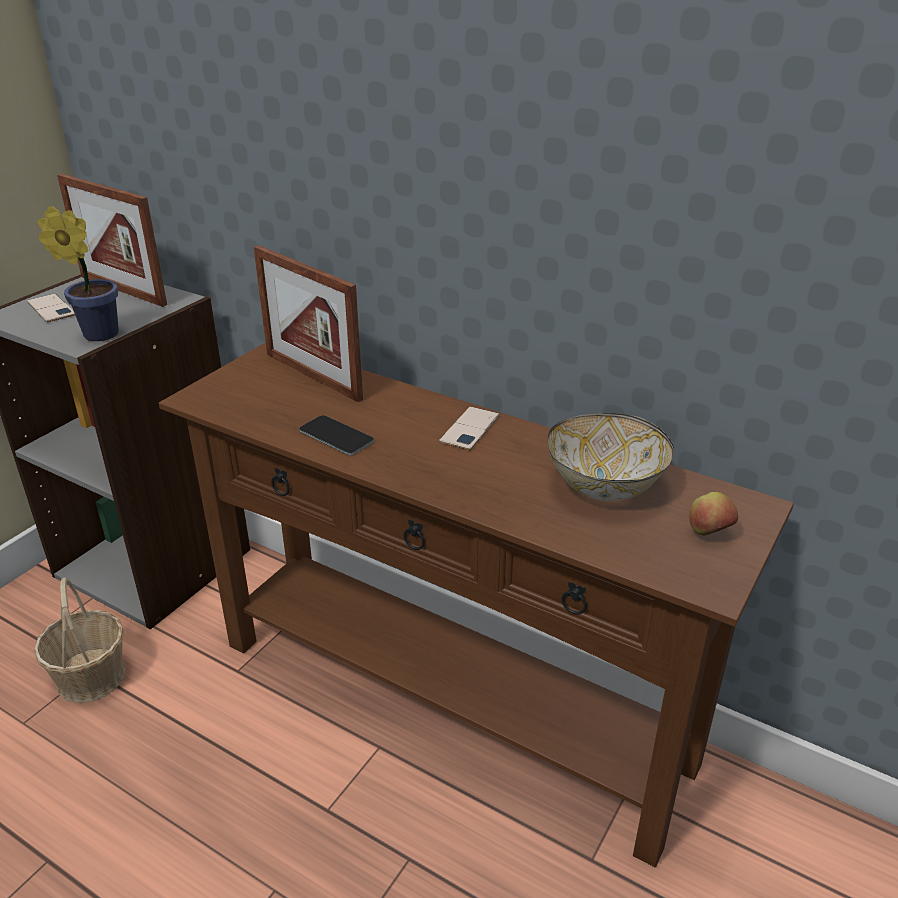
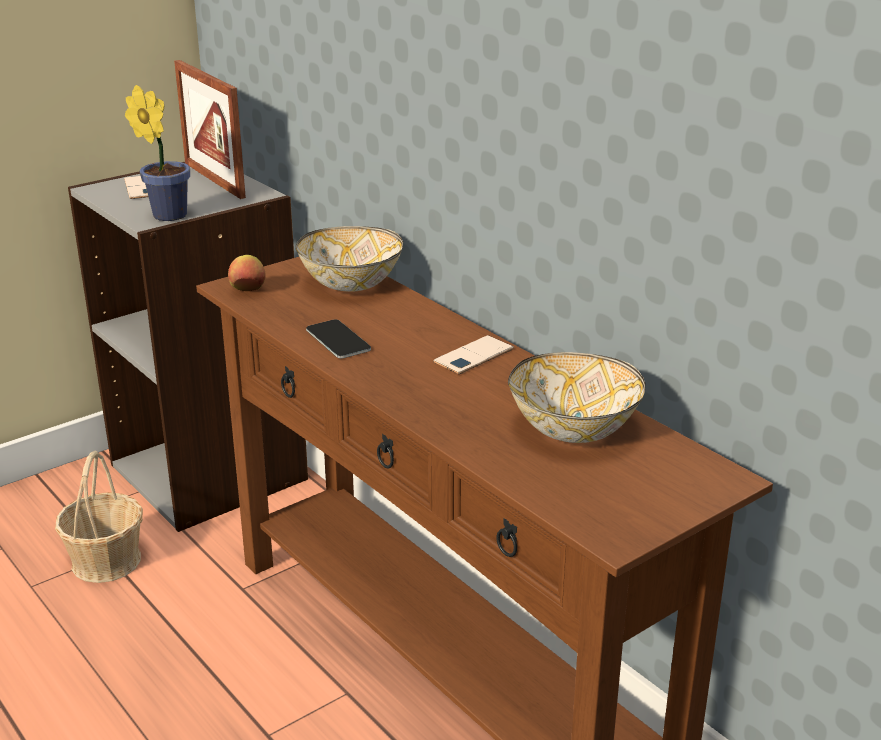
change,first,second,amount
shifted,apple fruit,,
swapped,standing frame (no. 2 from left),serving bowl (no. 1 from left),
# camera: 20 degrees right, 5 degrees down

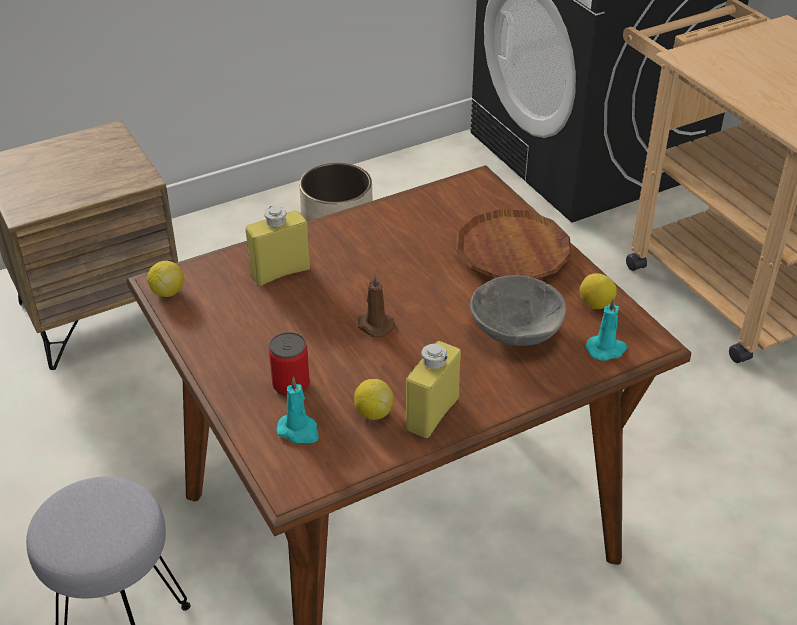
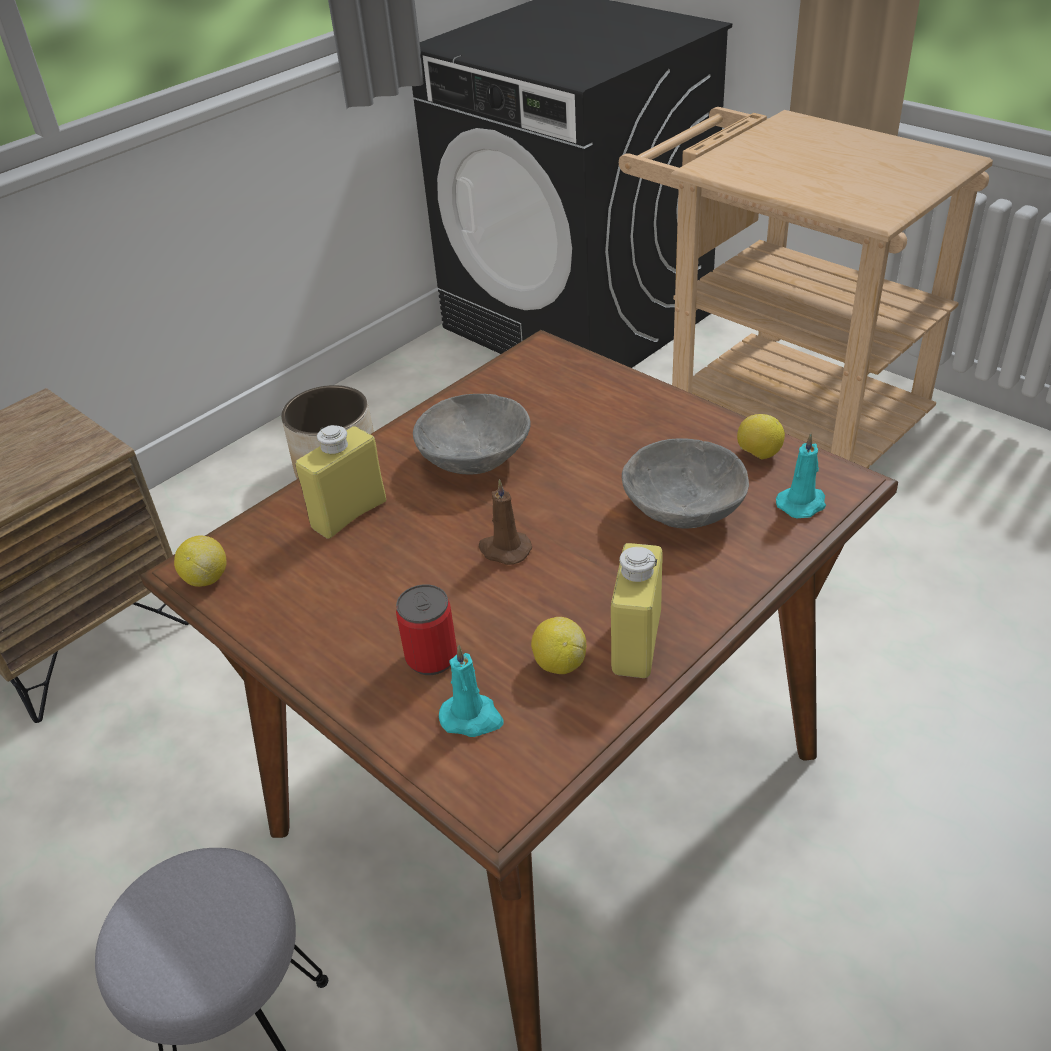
change,first,second,amount
gone,dinner plate (brown-coloured),,
new,,serving bowl (grey) (no. 1 from left),
# camera: 15 degrees left, 0 degrees up

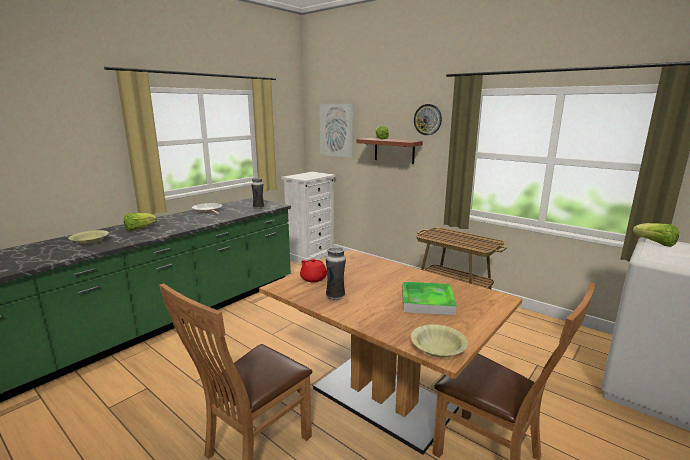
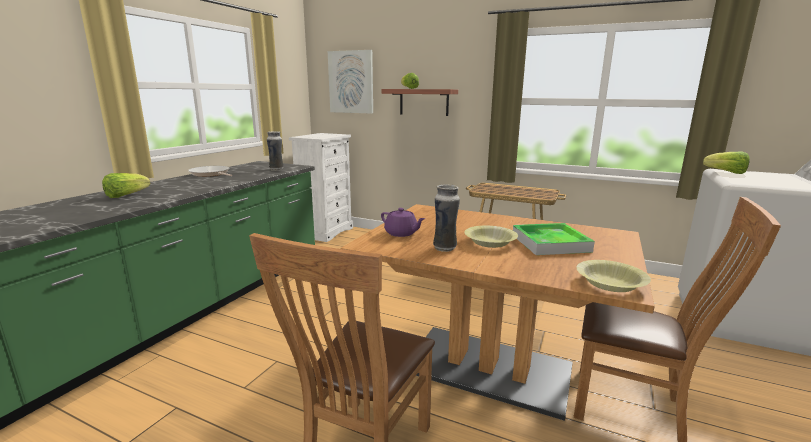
change,first,second,amount
gone,wall clock,,
shifted,serving bowl (yellow-coloured) (no. 1 from left),,
repainted,pot for tea (red-coloured),pot for tea (purplish),
# camera: 15 degrees left, 0 degrees up

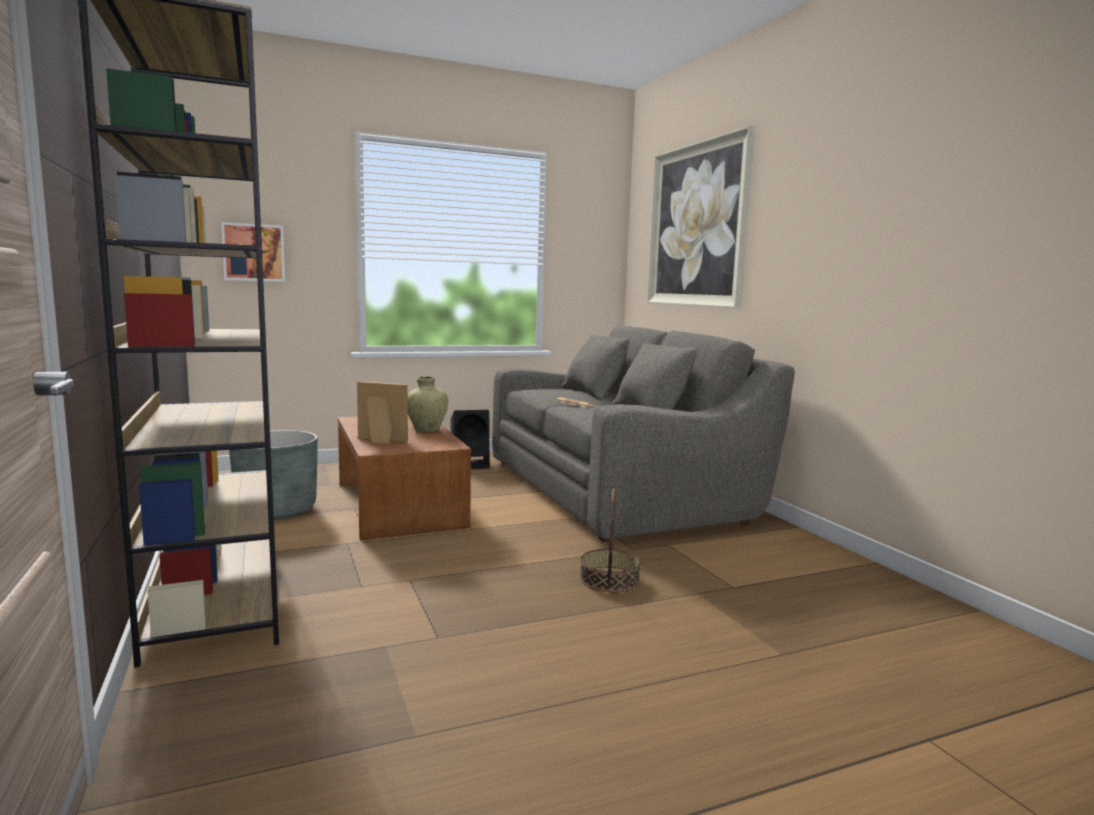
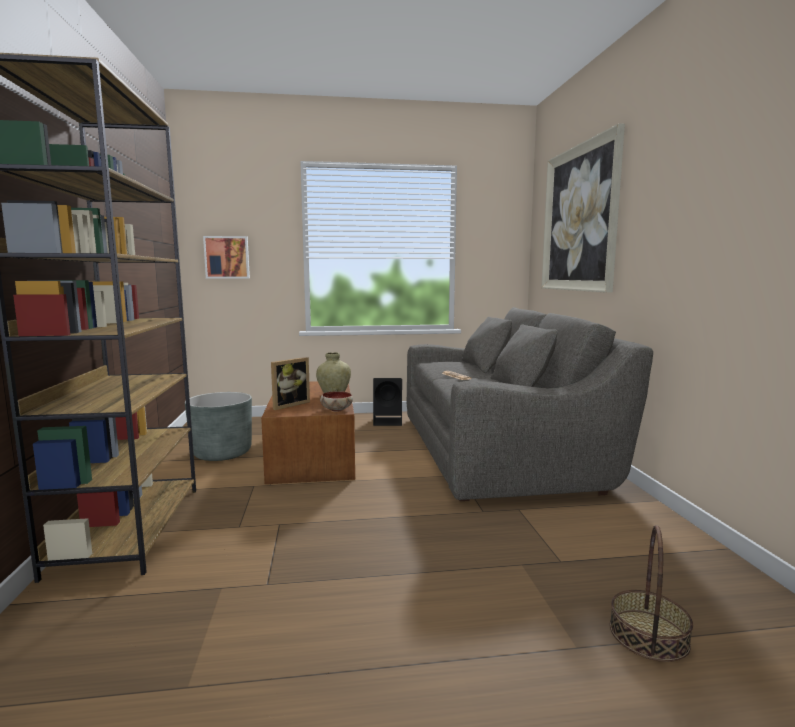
change,first,second,amount
new,,serving bowl,
shifted,storage basket,,
rotated,standing frame,,105 degrees clockwise
# camera: 15 degrees right, 0 degrees up

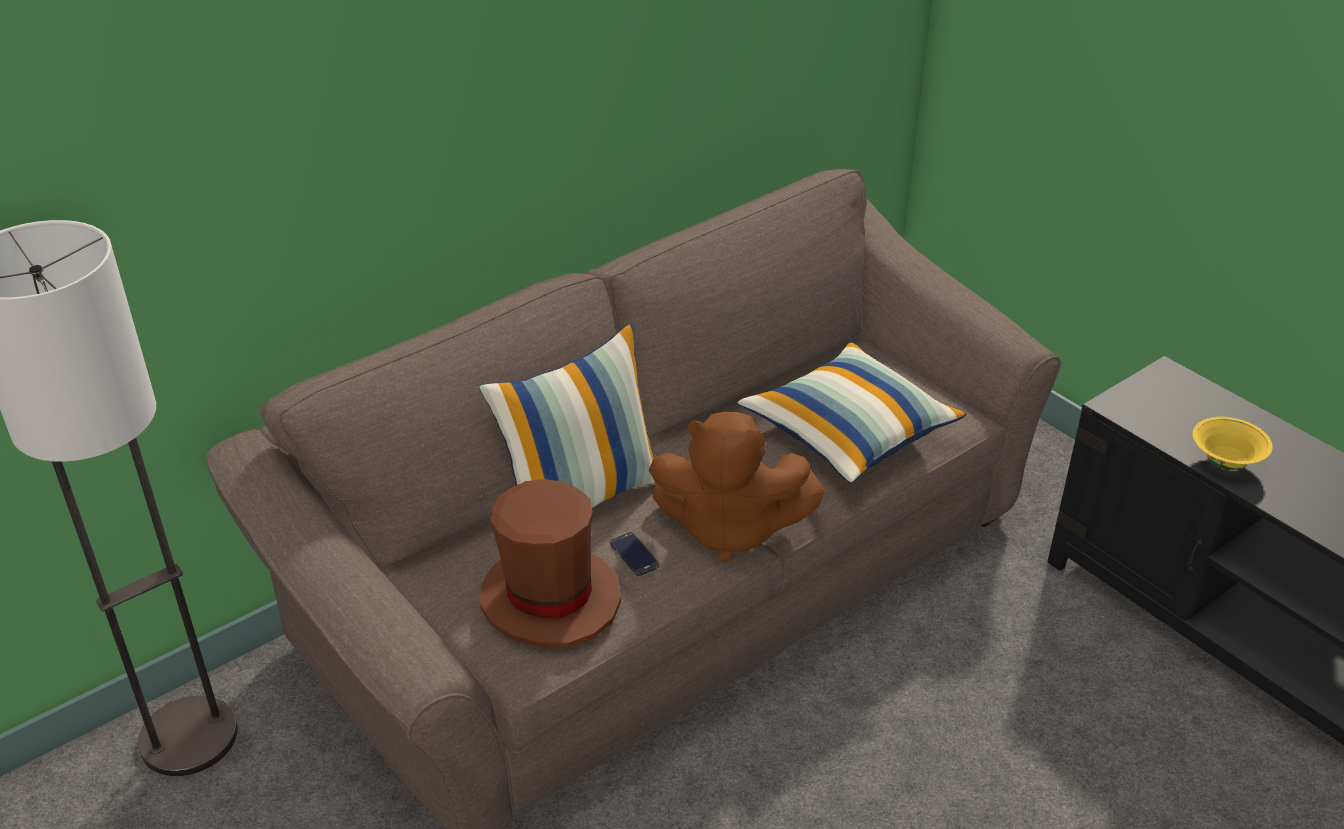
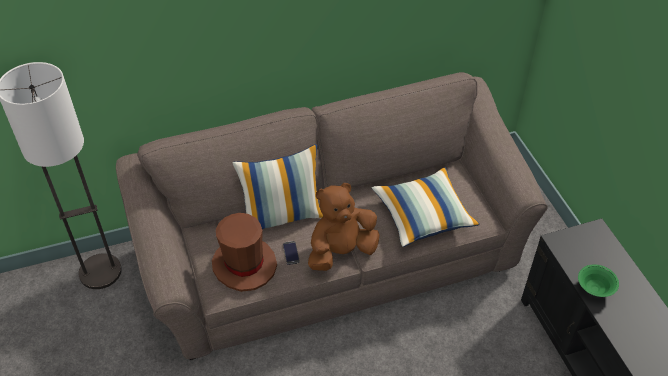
change,first,second,amount
repainted,serving bowl (yellow-coloured),serving bowl (greenish),
rotated,cuddly toy (brown-coloured),,120 degrees clockwise
# camera: 20 degrees right, 10 degrees up

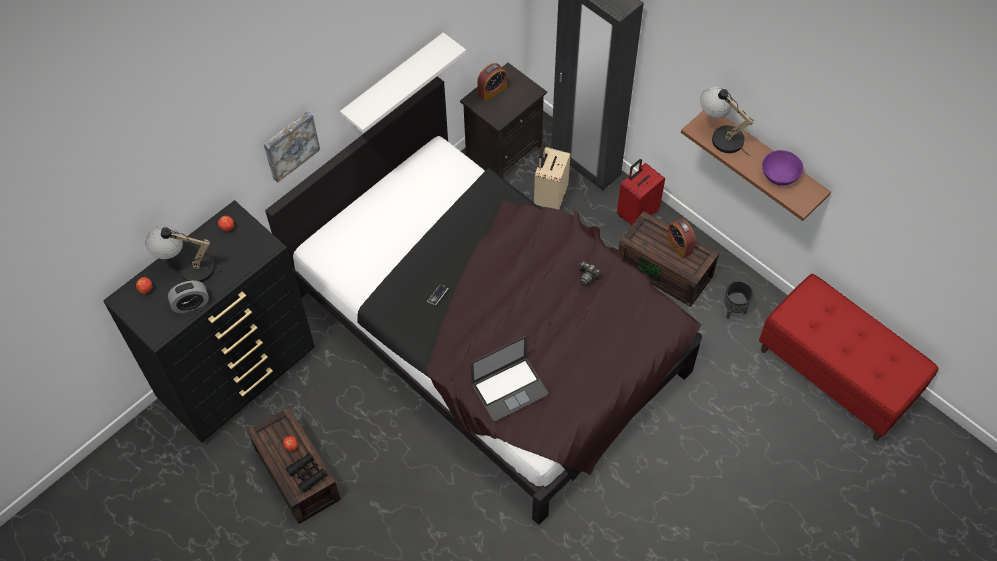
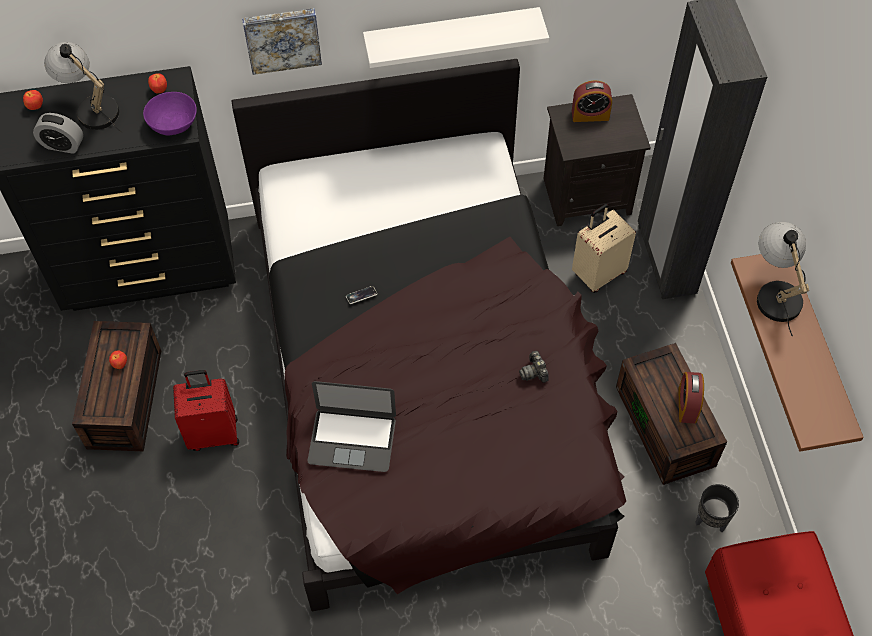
change,first,second,amount
gone,pair of binoculars (black-coloured),,
shifted,piece of luggage (red-coloured),,
shifted,serving bowl (purplish),,
# camera: 35 degrees right, 0 degrees up

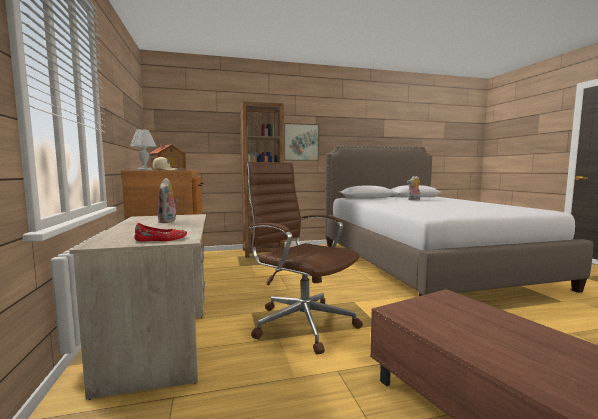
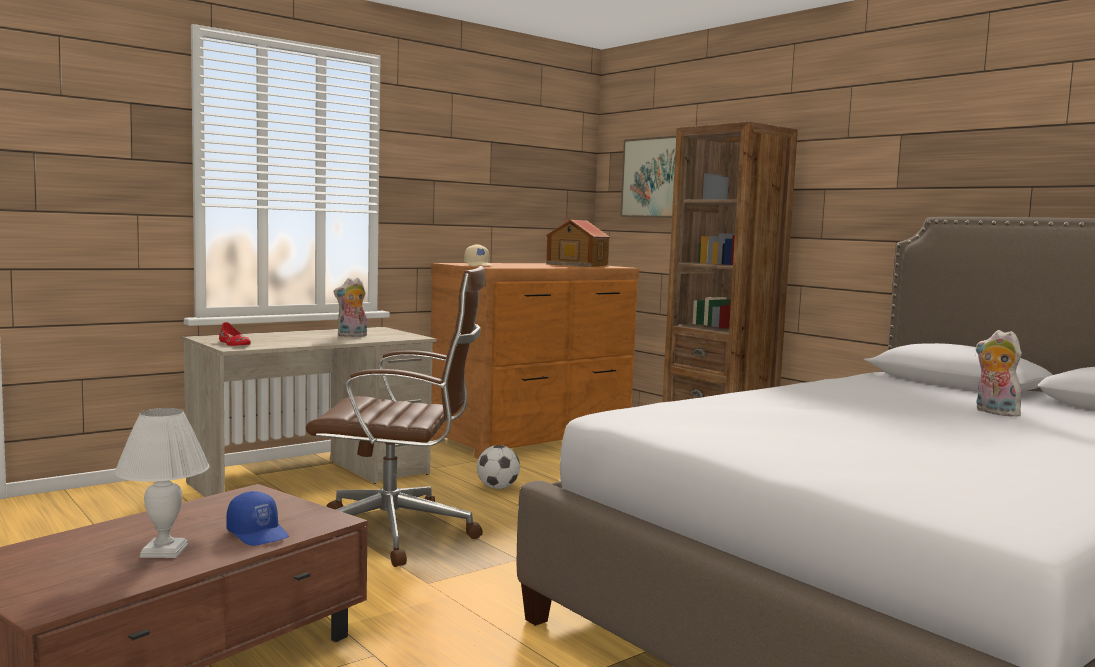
change,first,second,amount
new,,baseball cap (bluish),
new,,ball for football,
shifted,lamp for a table (white-coloured),,
shifted,picture,,
rotated,desk chair (brown-coloured),,75 degrees clockwise
# camera: 65 degrees right, 0 degrees up

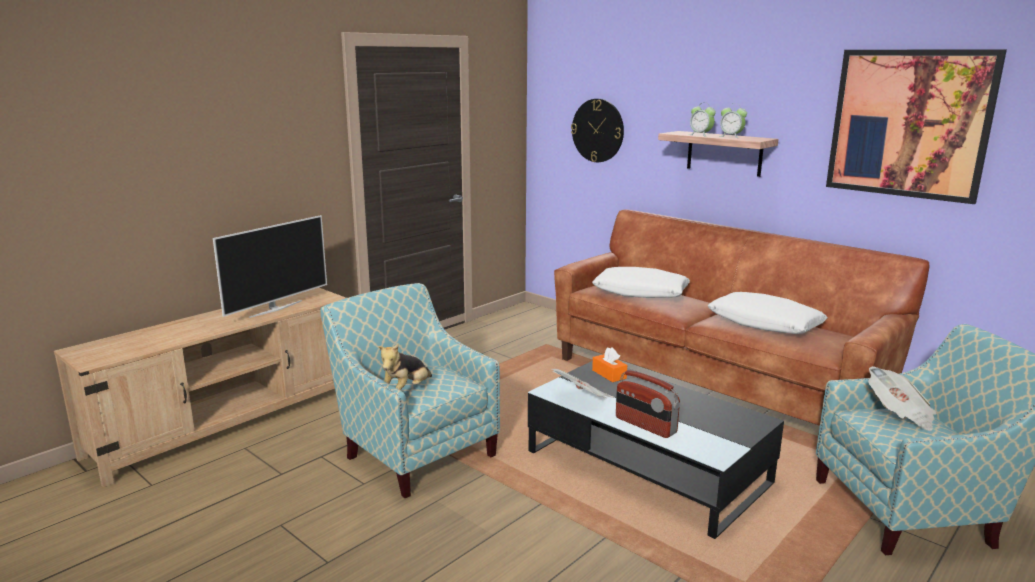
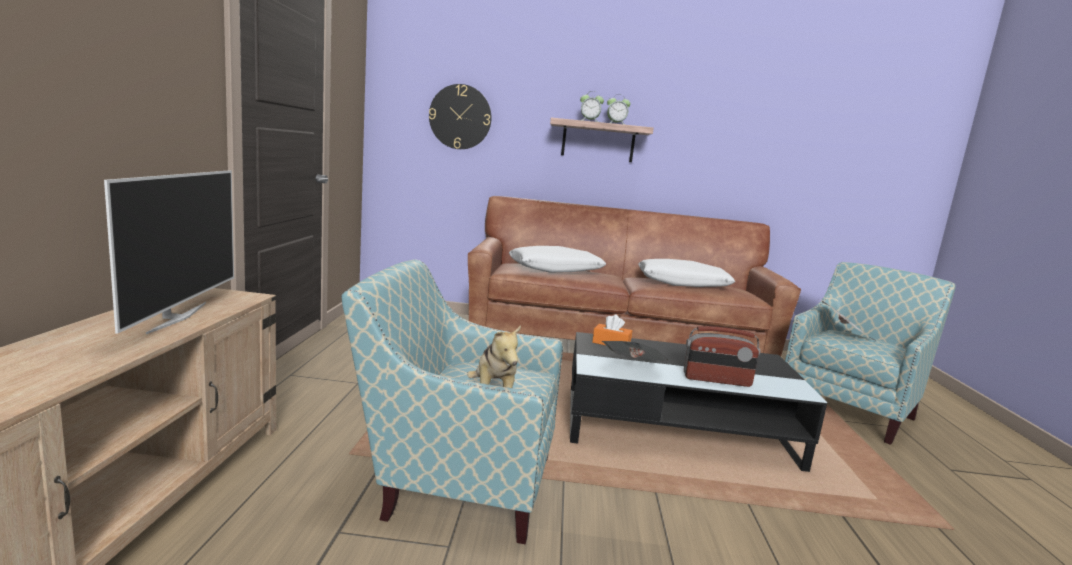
change,first,second,amount
gone,picture,,
# camera: 40 degrees left, 5 degrees down

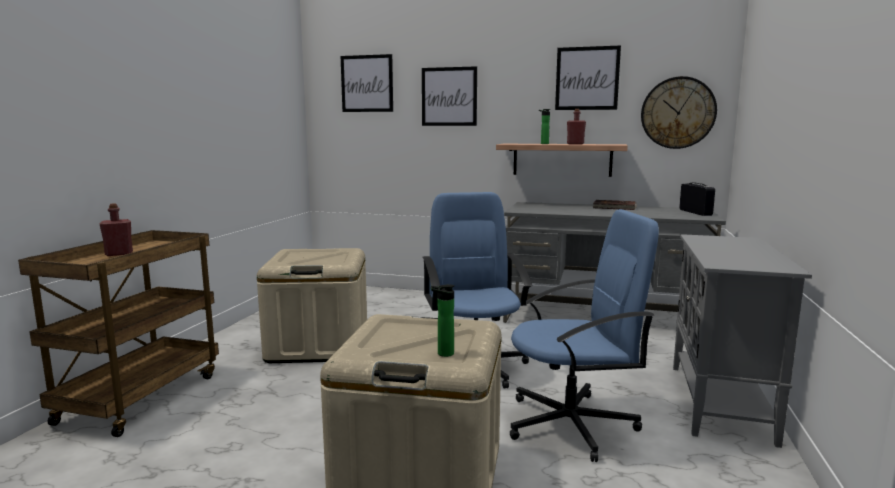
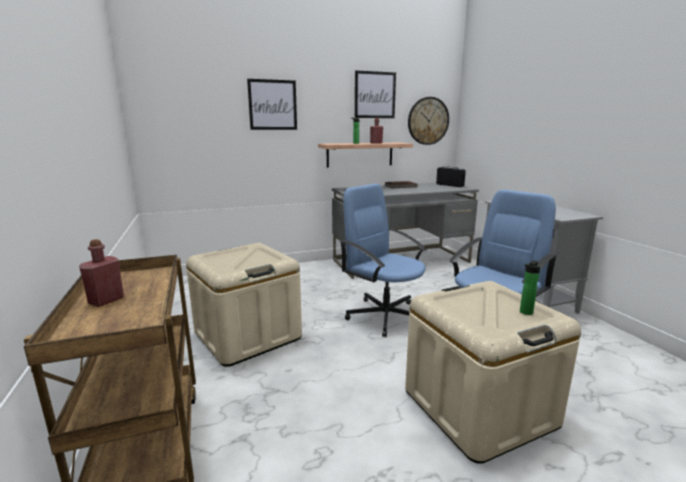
change,first,second,amount
gone,picture (no. 1 from left),,
# camera: 35 degrees left, 5 degrees up

